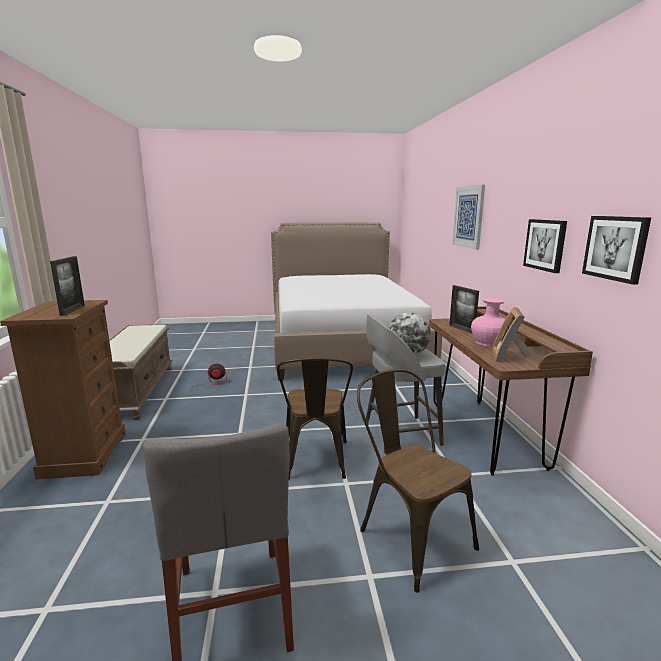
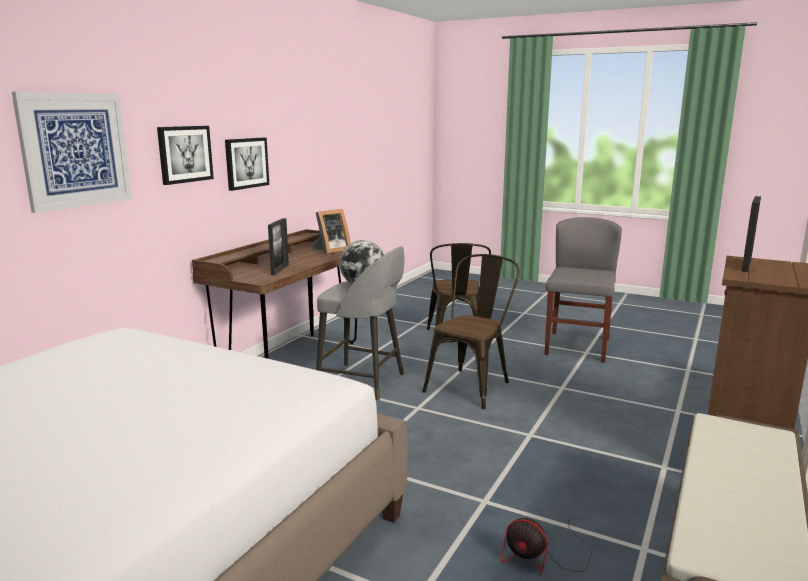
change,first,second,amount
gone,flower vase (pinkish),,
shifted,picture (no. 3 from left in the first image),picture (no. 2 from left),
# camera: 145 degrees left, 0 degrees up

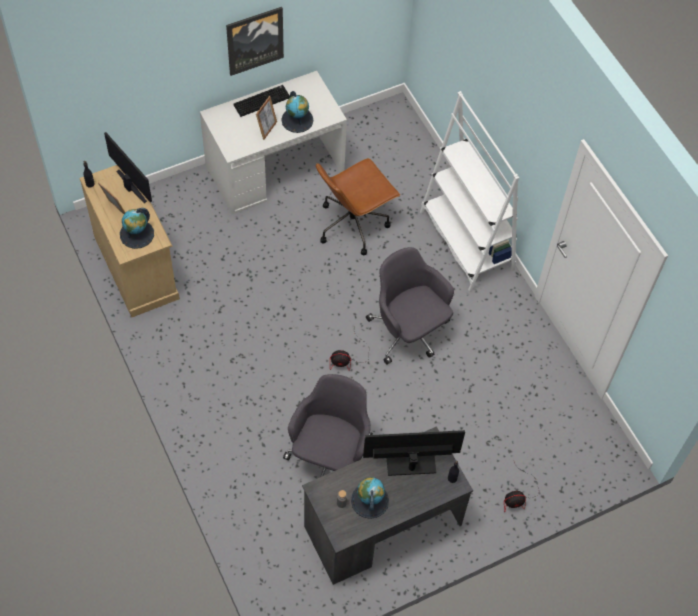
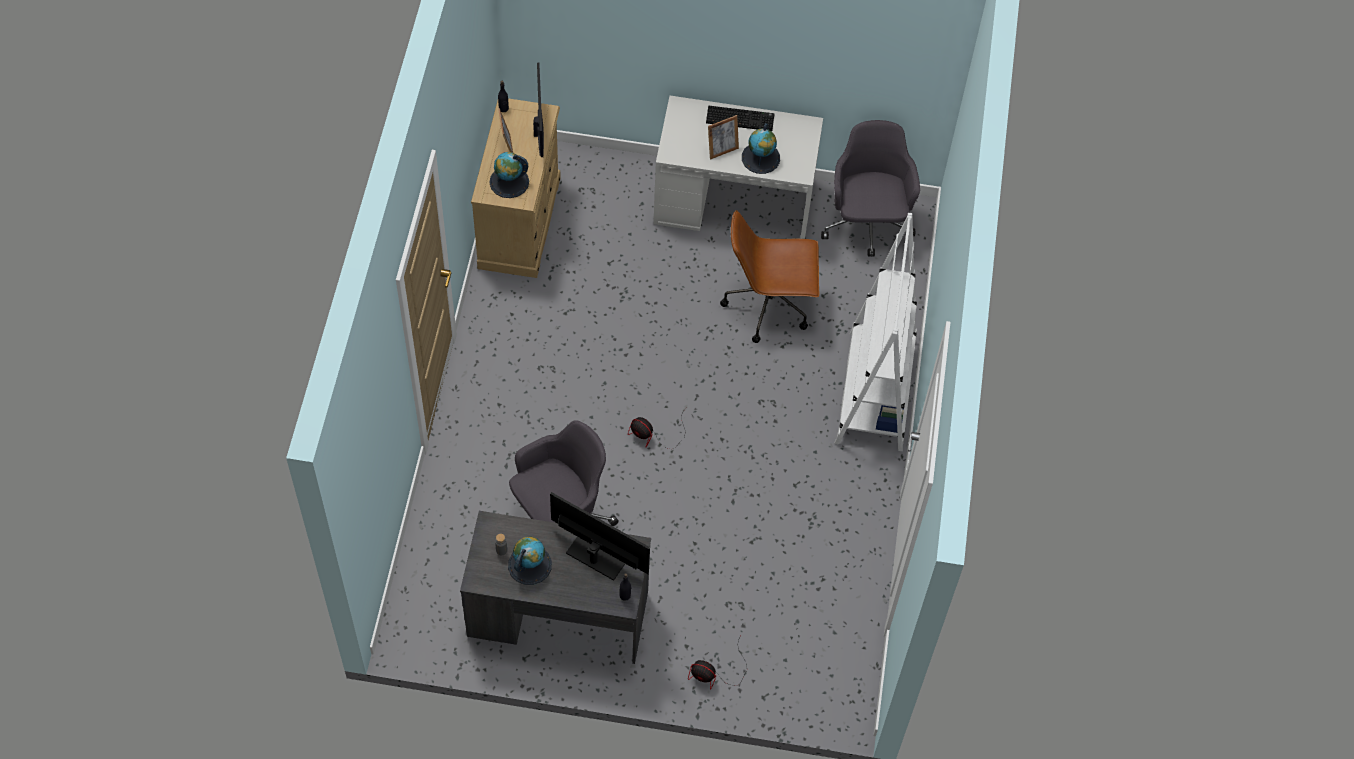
change,first,second,amount
gone,picture,,
shifted,desk chair (grey) (no. 2 from left),,
# camera: 35 degrees right, 0 degrees up

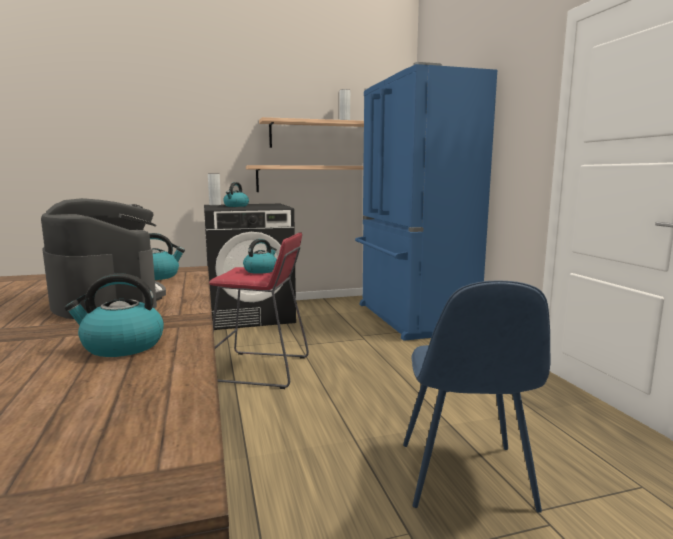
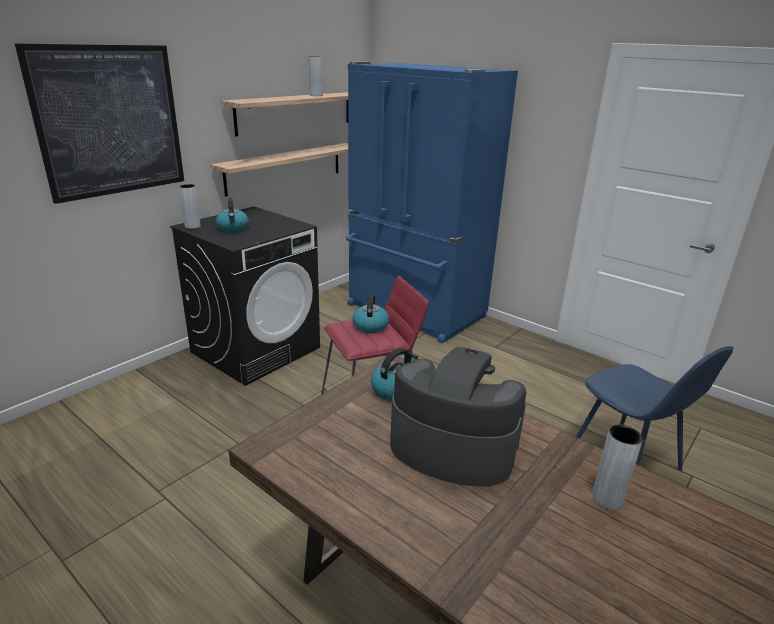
change,first,second,amount
new,,picture,
swapped,water kettle (no. 1 from left),flower vase (grey) (no. 3 from left),
# camera: 35 degrees left, 15 degrees up

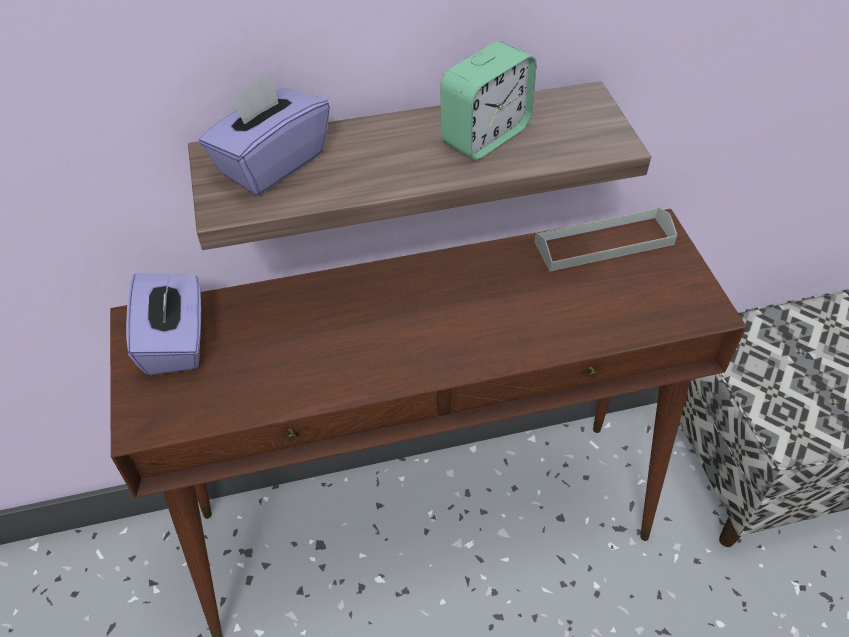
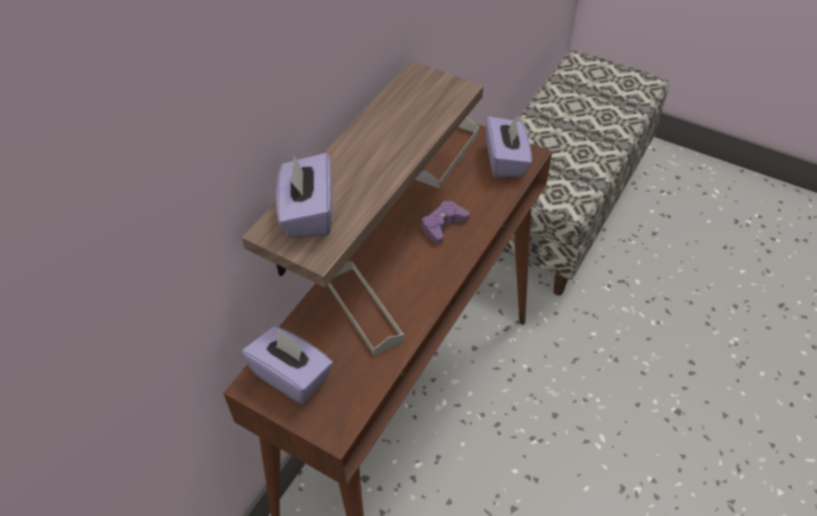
change,first,second,amount
gone,bedside clock,,
new,,carrying tray (grey) (no. 1 from left),
new,,game controller (purplish),
new,,box of tissues (purplish) (no. 3 from left),
# camera: 45 degrees left, 0 degrees up

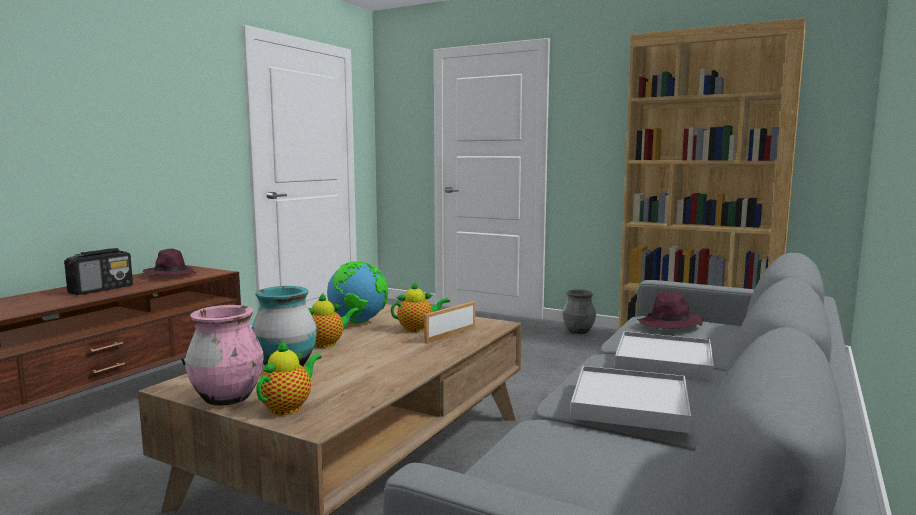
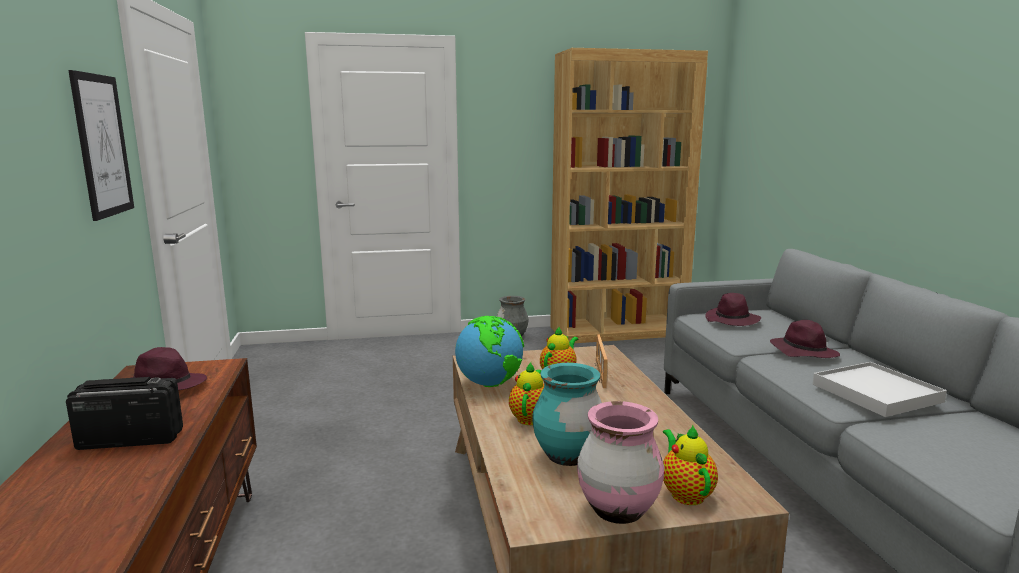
change,first,second,amount
new,,picture,
swapped,carrying tray (white-coloured) (no. 2 from left),wearable hat (purplish) (no. 3 from left),
rotated,radio receiver,,90 degrees counterclockwise
# camera: 40 degrees left, 5 degrees up

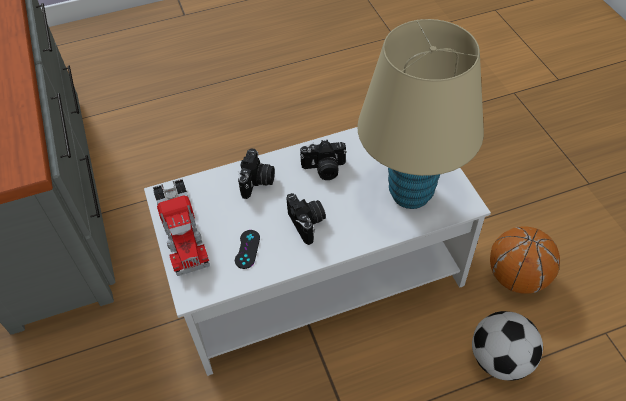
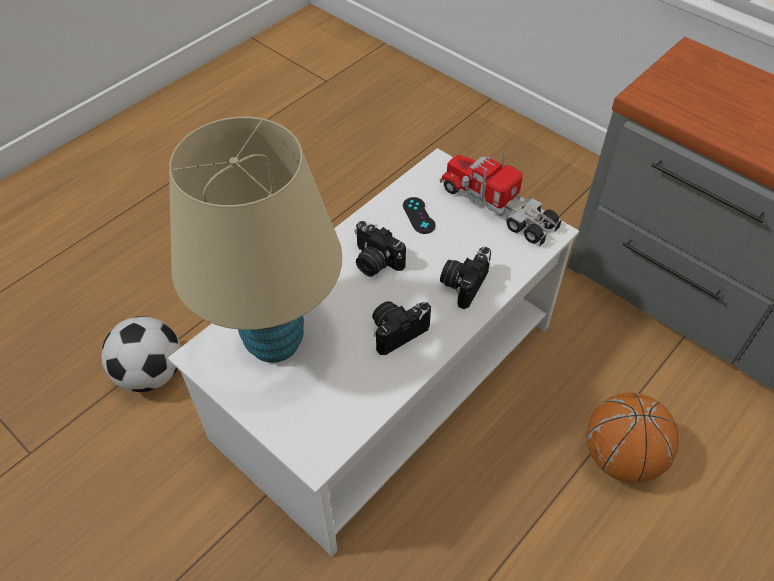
change,first,second,amount
shifted,basketball ball,,
rotated,still camera (no. 1 from left in the first image),still camera (no. 3 from left),45 degrees clockwise
# camera: 150 degrees right, 0 degrees up

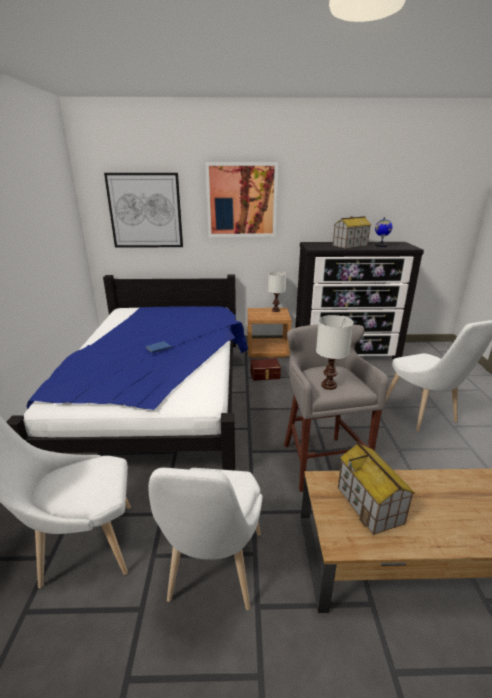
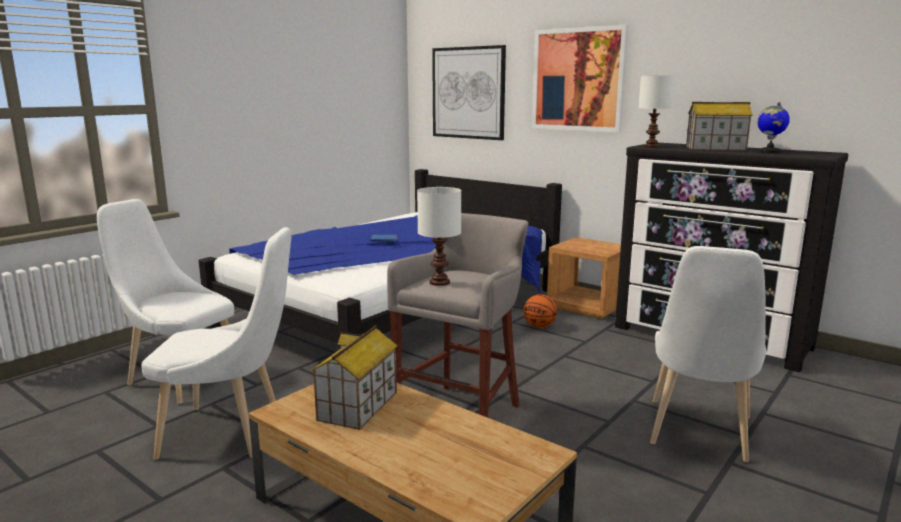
change,first,second,amount
shifted,lamp for a table (white-coloured) (no. 1 from left in the first image),lamp for a table (white-coloured) (no. 2 from left),
swapped,storage bin (brown-coloured),basketball ball,
rotated,chair (white-coloured) (no. 2 from left),,135 degrees counterclockwise
# camera: 40 degrees right, 10 degrees down

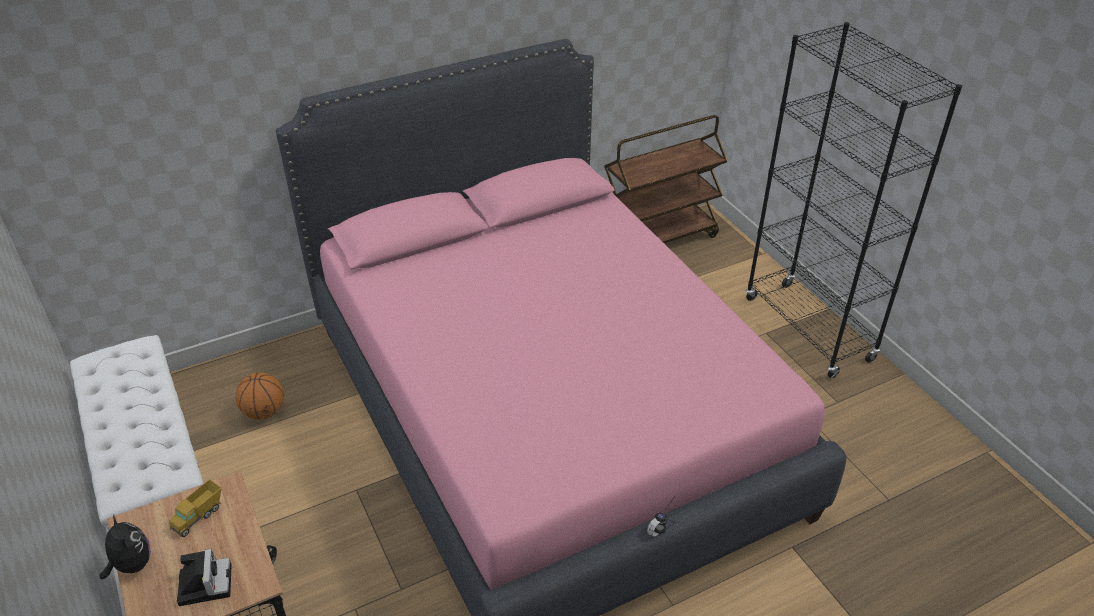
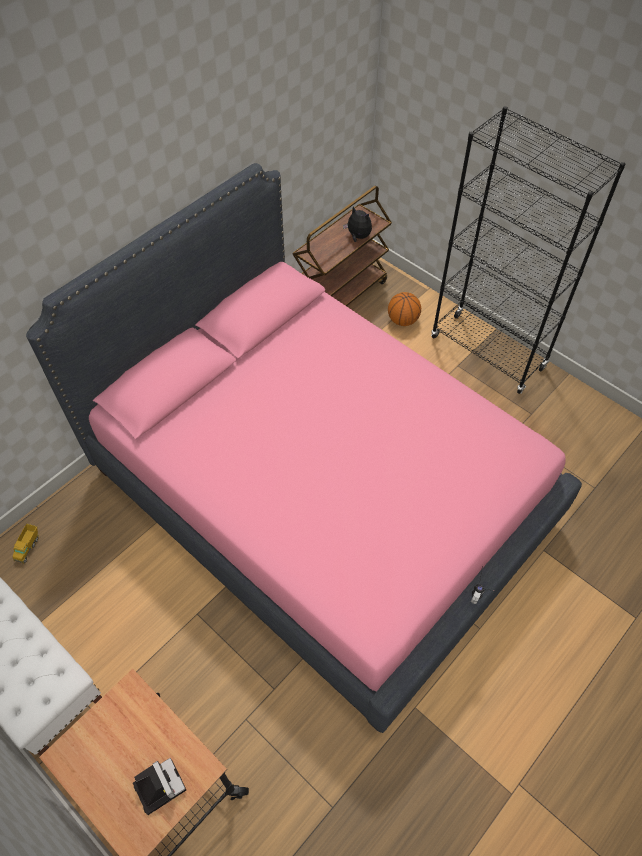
change,first,second,amount
shifted,cuddly toy,,
shifted,toy lorry,,
shifted,basketball ball,,
# camera: 20 degrees left, 15 degrees up

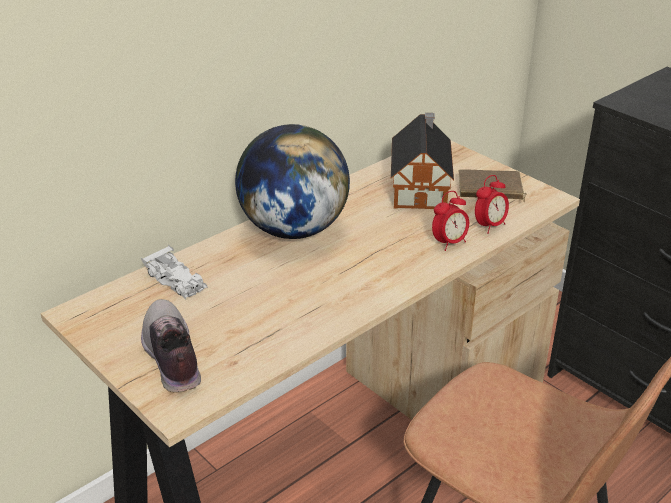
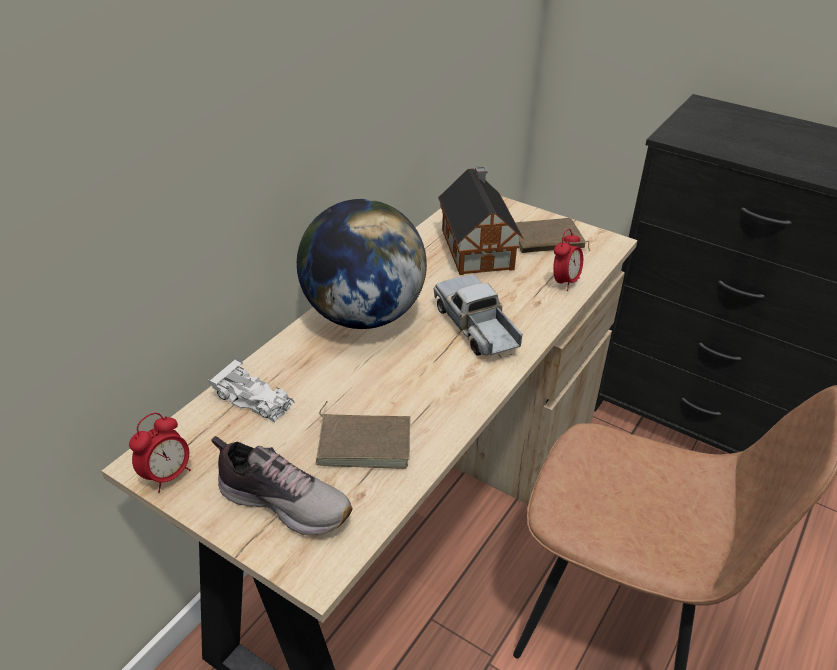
change,first,second,amount
new,,book (brown-coloured) (no. 1 from left),
new,,toy lorry,
shifted,bedside clock (no. 1 from left),,
rotated,shoe,,150 degrees clockwise
# camera: 15 degrees left, 5 degrees up

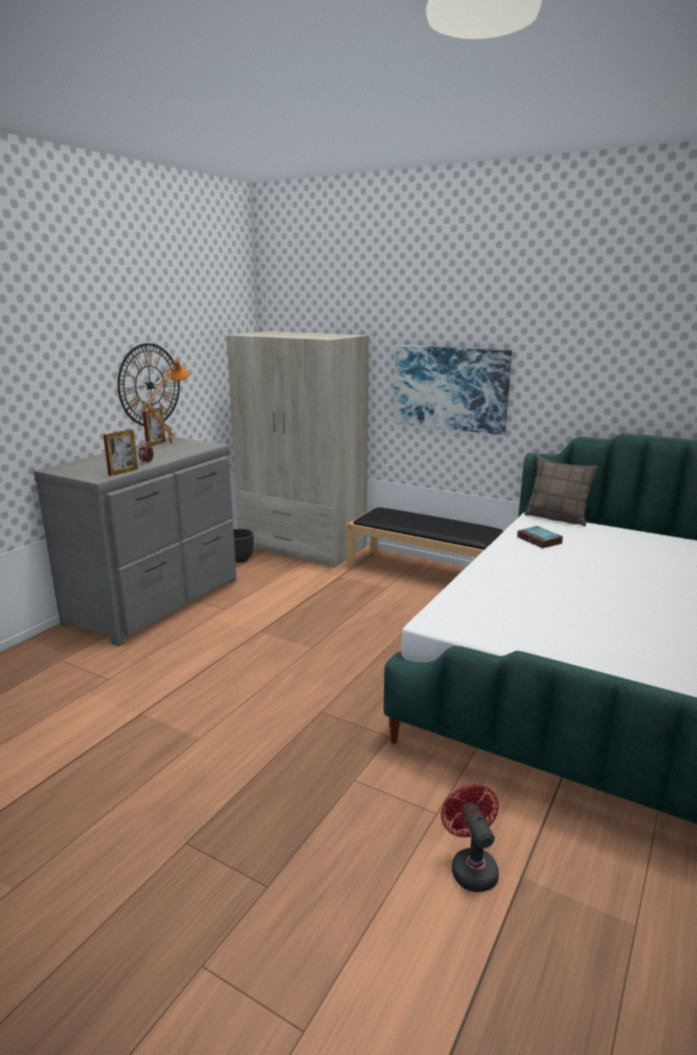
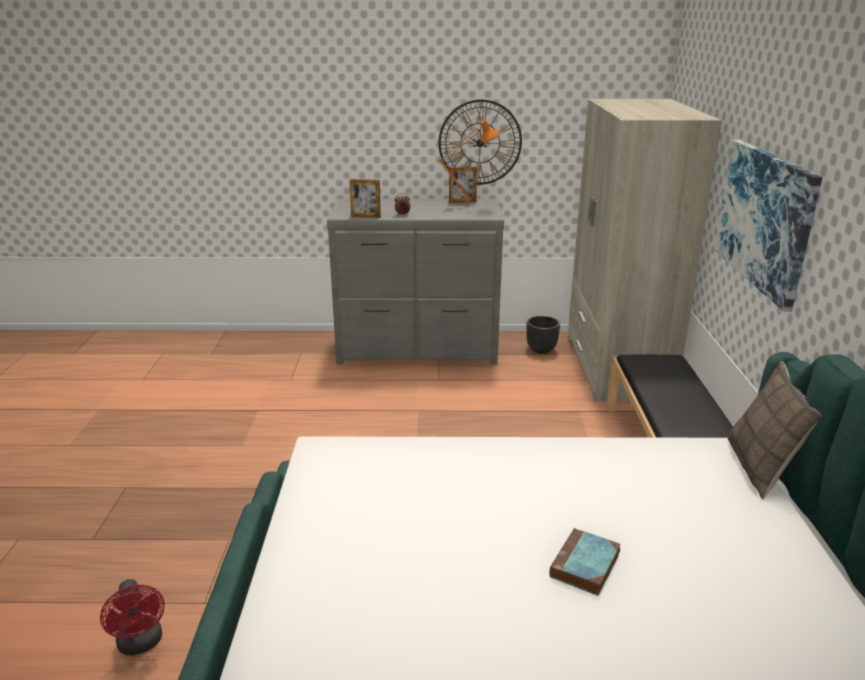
change,first,second,amount
shifted,book,,
rotated,cooling fan (red-coloured),,105 degrees clockwise
# camera: 60 degrees right, 5 degrees up

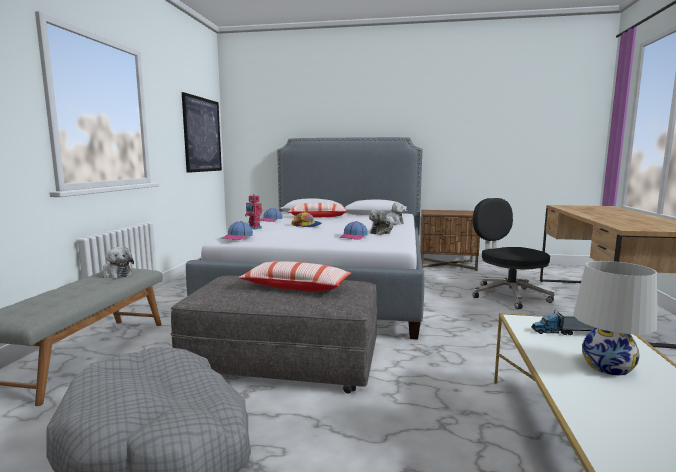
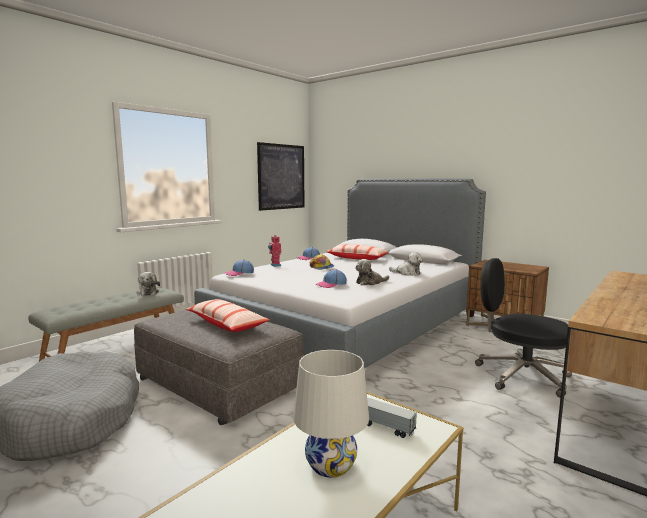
change,first,second,amount
rotated,desk chair (black-coloured),,60 degrees counterclockwise
# camera: 30 degrees right, 0 degrees up

